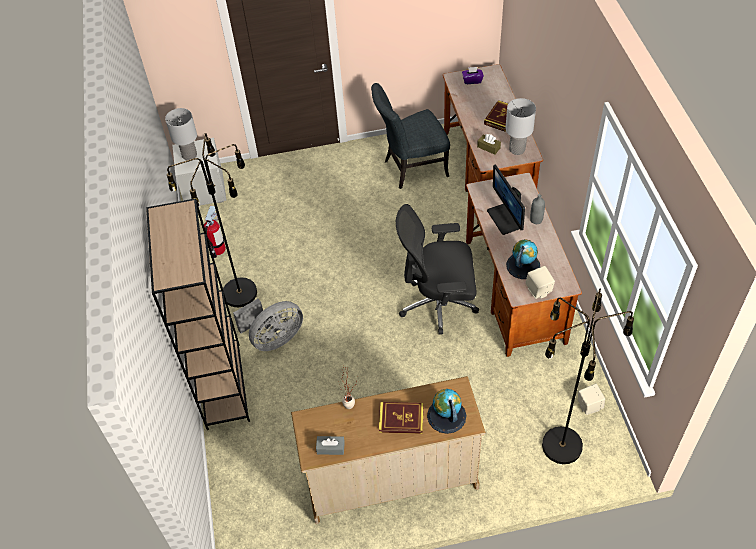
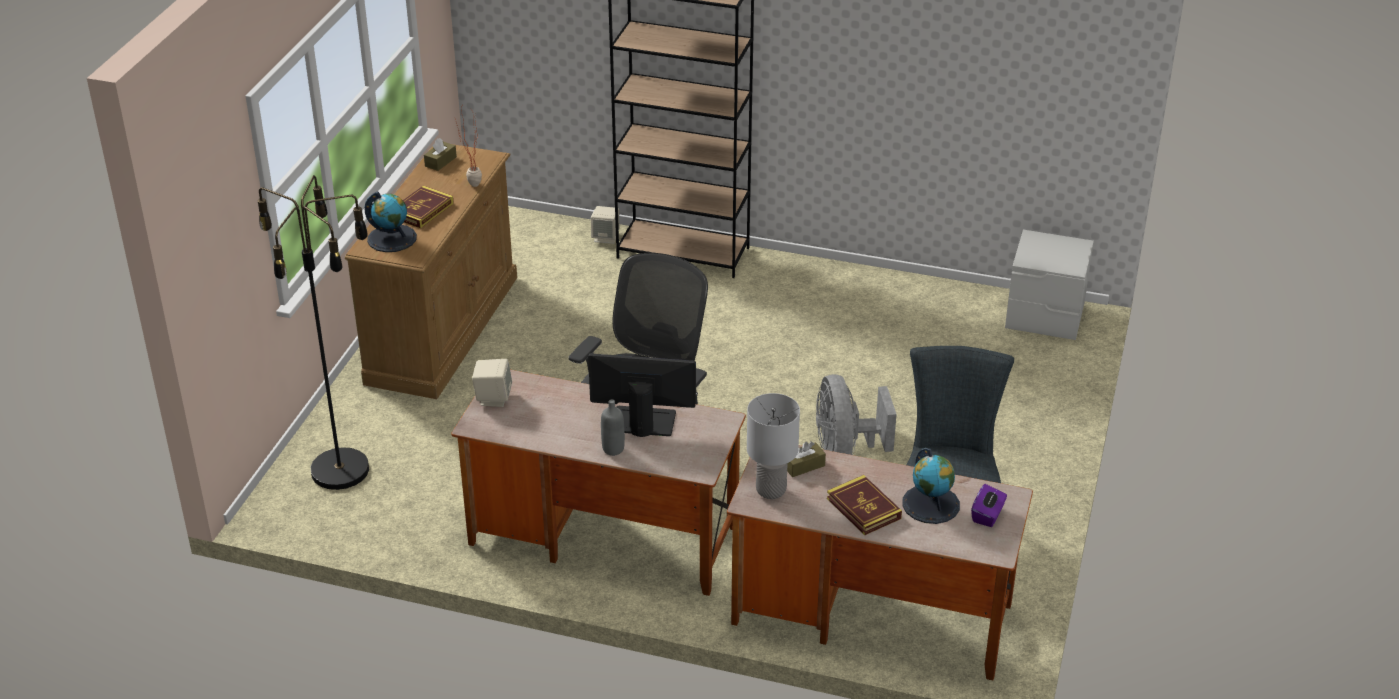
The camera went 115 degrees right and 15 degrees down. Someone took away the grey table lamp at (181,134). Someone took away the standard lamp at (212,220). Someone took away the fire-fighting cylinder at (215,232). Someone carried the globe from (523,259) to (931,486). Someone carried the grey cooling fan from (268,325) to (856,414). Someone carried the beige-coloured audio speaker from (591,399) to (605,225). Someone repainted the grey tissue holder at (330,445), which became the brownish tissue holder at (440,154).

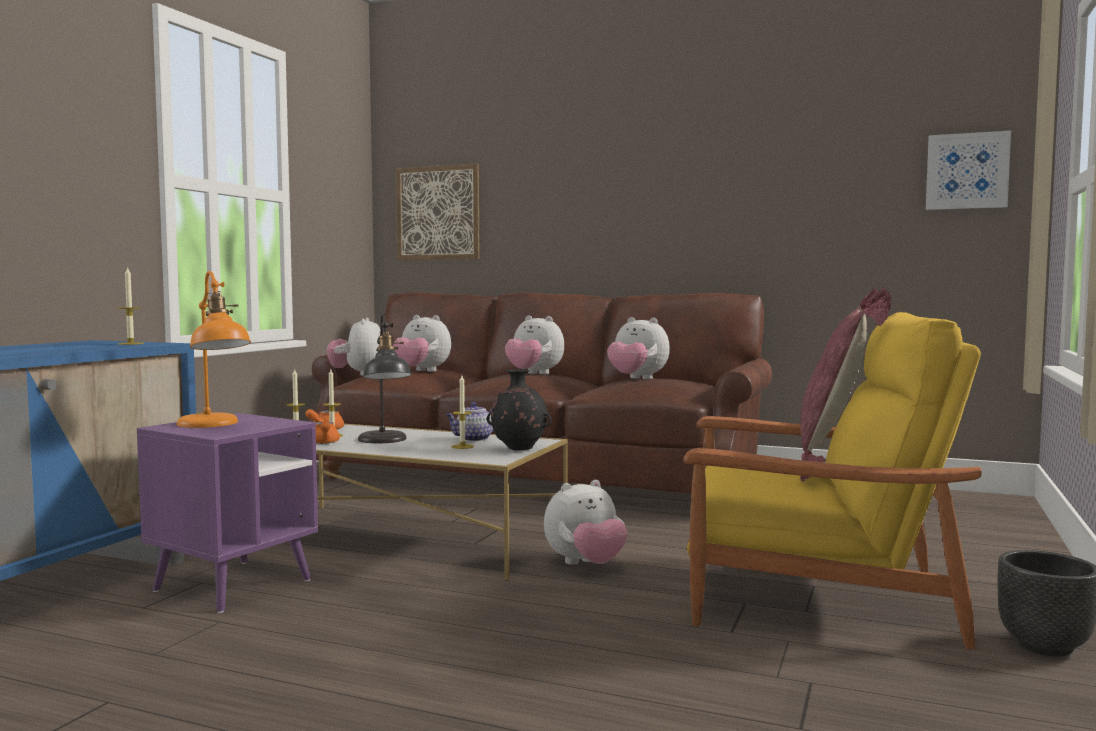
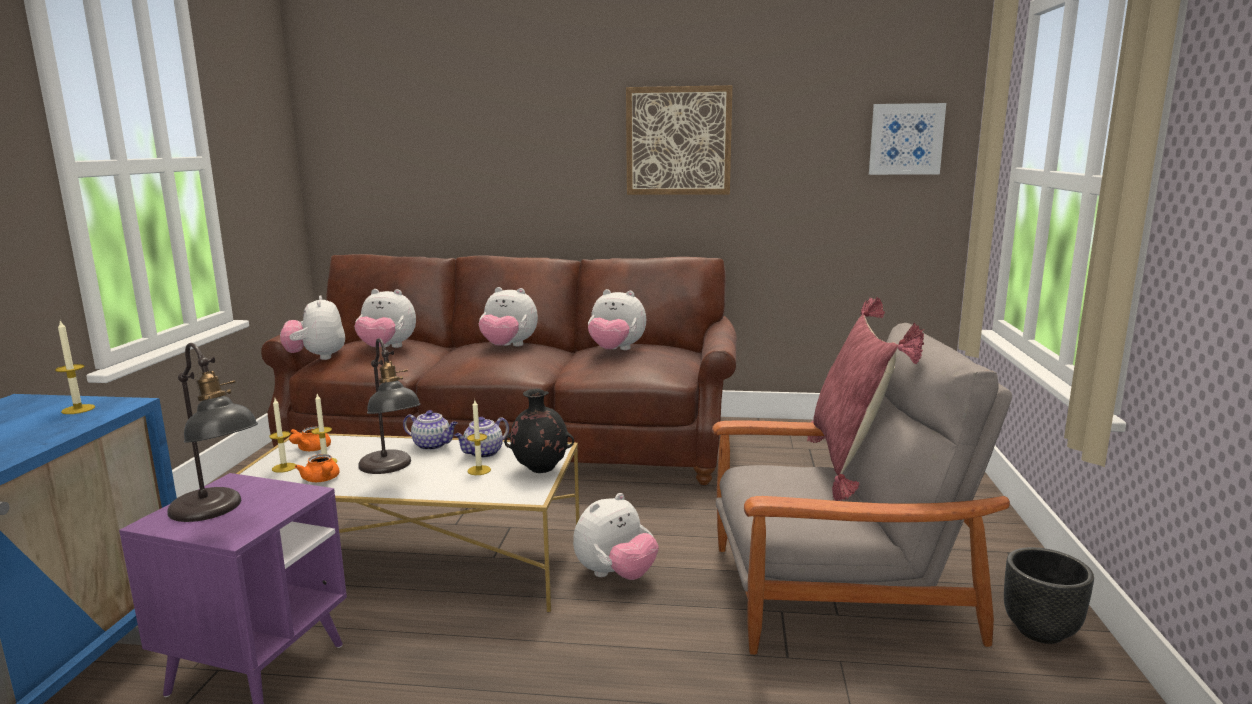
The camera went 15 degrees left and 10 degrees up. Someone carried the wall picture from (437,212) to (679,140). Someone repainted the orange-coloured table lamp at (214,349), which became the grey table lamp at (212,432). Someone repainted the yellowish easy chair at (832,480), which became the grey easy chair at (862,489). Someone put down the pot for tea at (430,430).

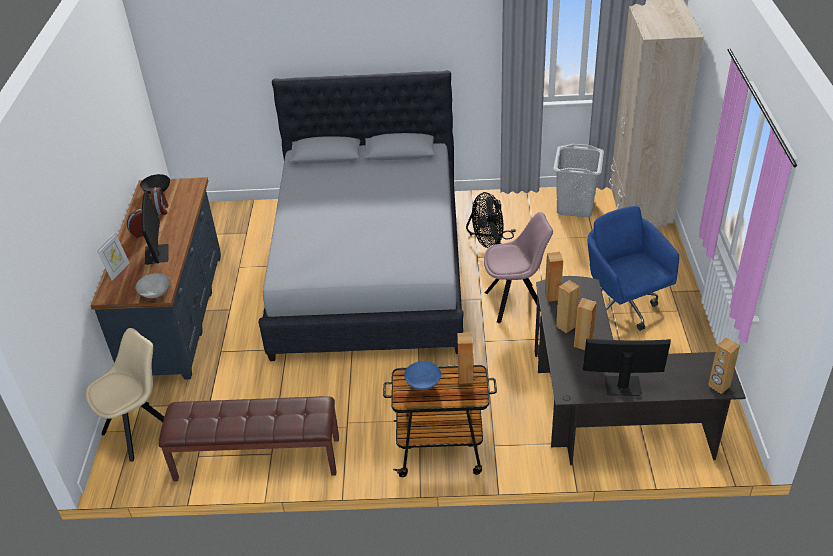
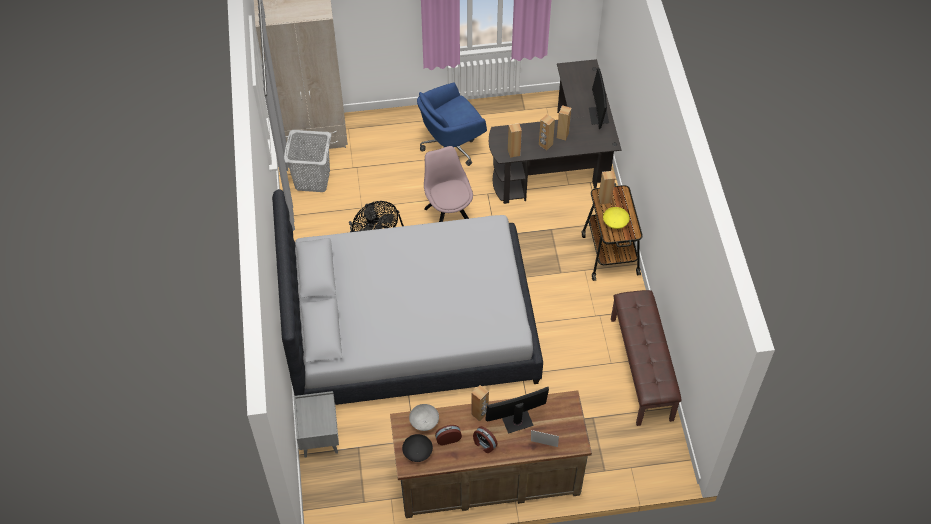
The camera went 100 degrees left and 15 degrees up. Someone carried the grey serving bowl from (152,285) to (424,417). Someone took away the beige-coloured plain chair at (125,395). Someone carried the brownish audio speaker from (724,365) to (480,403). Someone repainted the bluish serving bowl at (422,375), which became the yellowish serving bowl at (616,218). Someone put down the grey bedside table at (316,424).

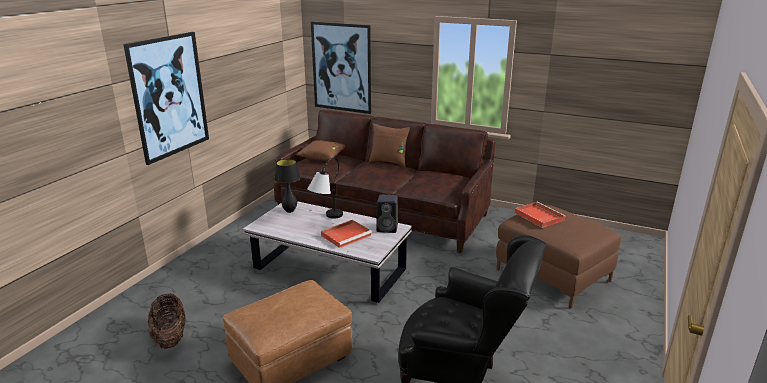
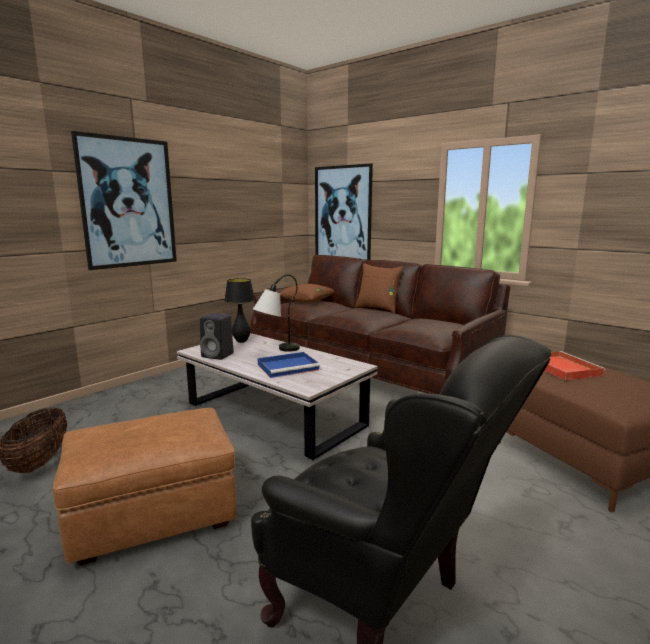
The camera went 15 degrees right and 10 degrees down. Someone carried the blackish audio speaker from (387,213) to (217,336). Someone repainted the reddish tray at (346,234), which became the bluish tray at (289,365).

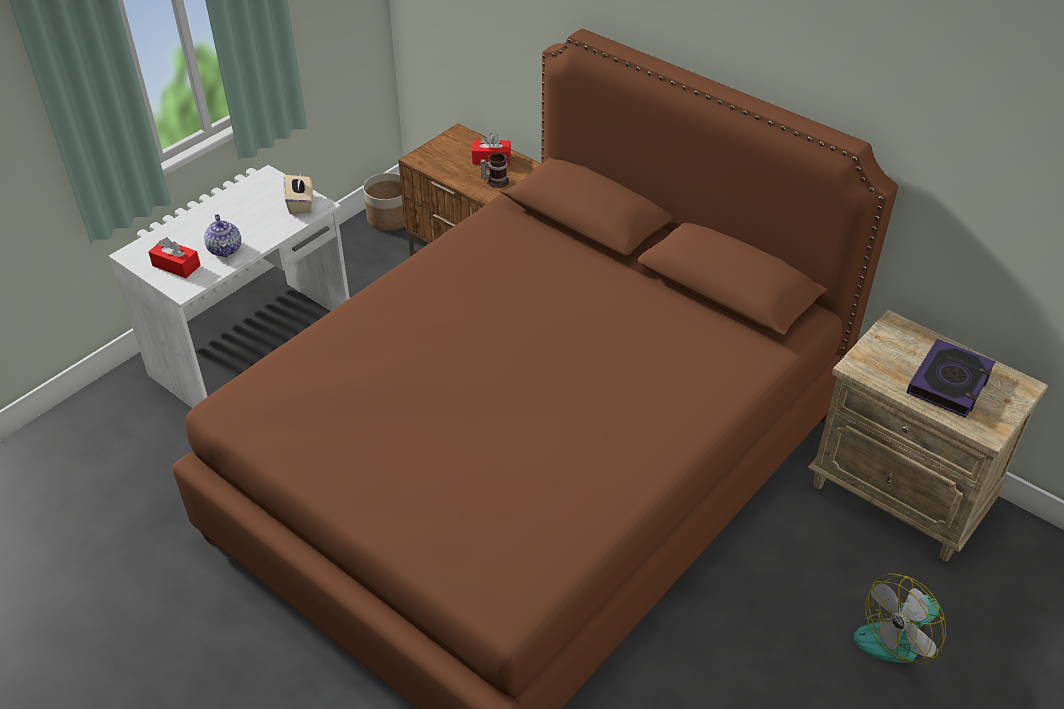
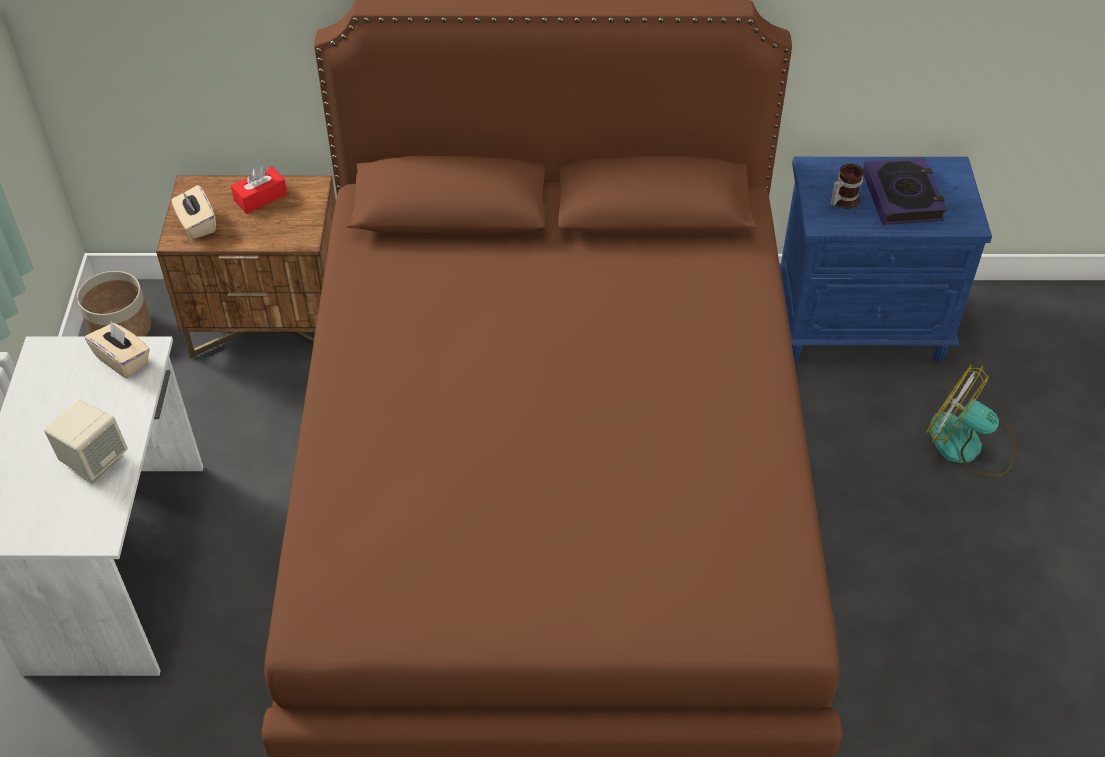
The camera went 40 degrees left and 5 degrees up. Someone carried the mug from (495,170) to (847,186). Someone swapped the pot for tea at (222,235) for the beige-coloured audio speaker at (86,442). Someone took away the reddish tissue holder at (174,258). Someone repainted the beige-coloured bedside table at (927,435), which became the bluish bedside table at (885,259). Someone rotated the cooling fan at (899,618) by 105 degrees clockwise. Someone put down the beige-coloured tissue holder at (194,212).

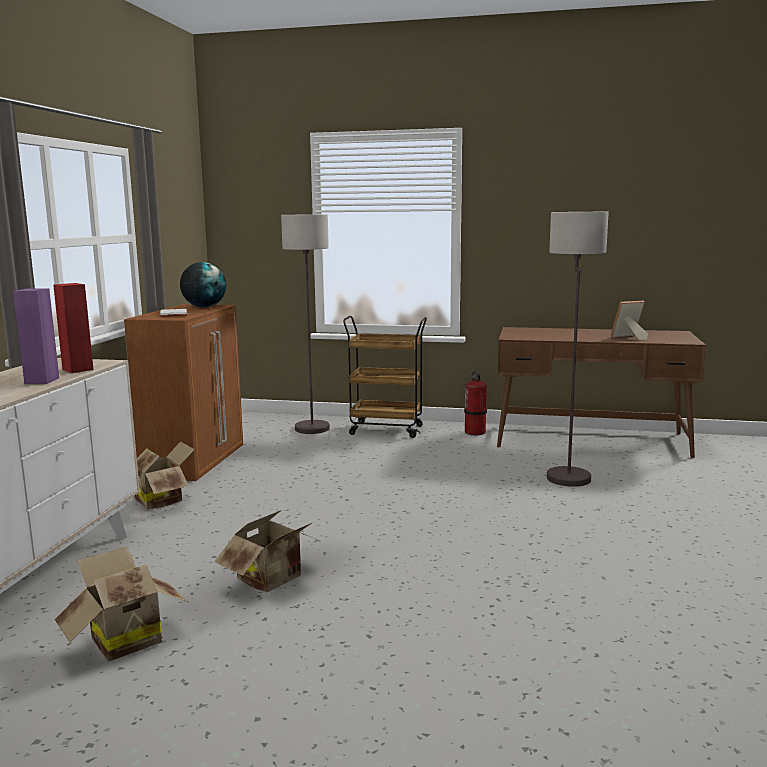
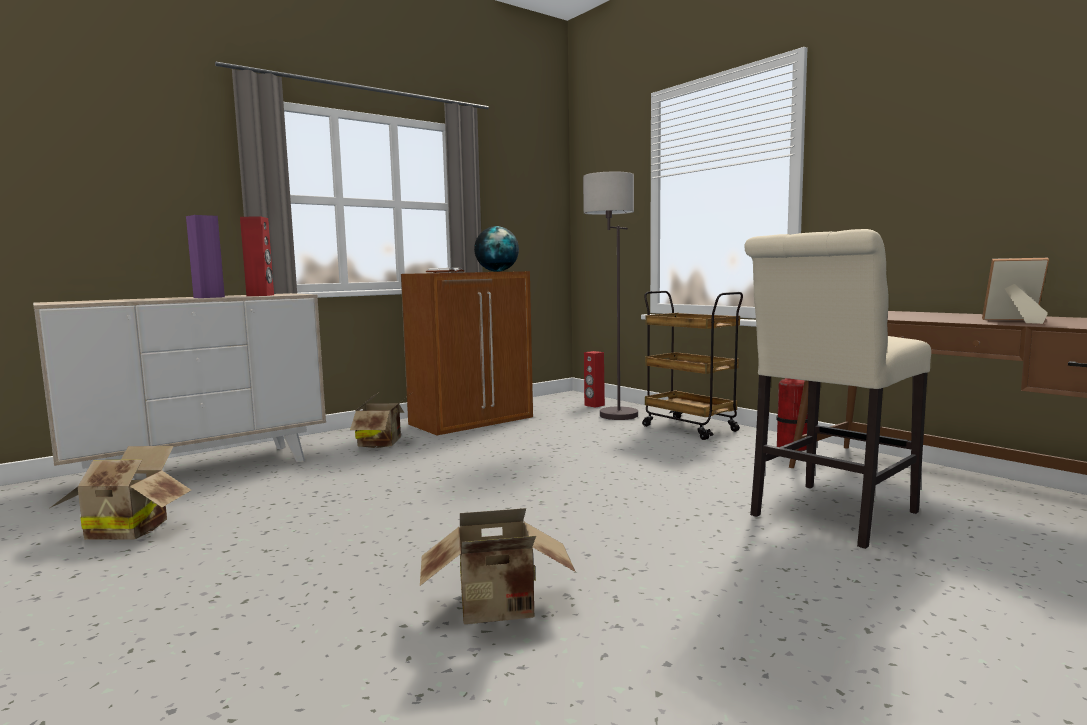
The camera went 40 degrees right and 5 degrees down. Someone swapped the grey standard lamp at (577,349) for the beige-coloured sitting stool at (837,389). Someone carried the packing box from (267,551) to (497,566). Someone put down the reddish audio speaker at (594,379).

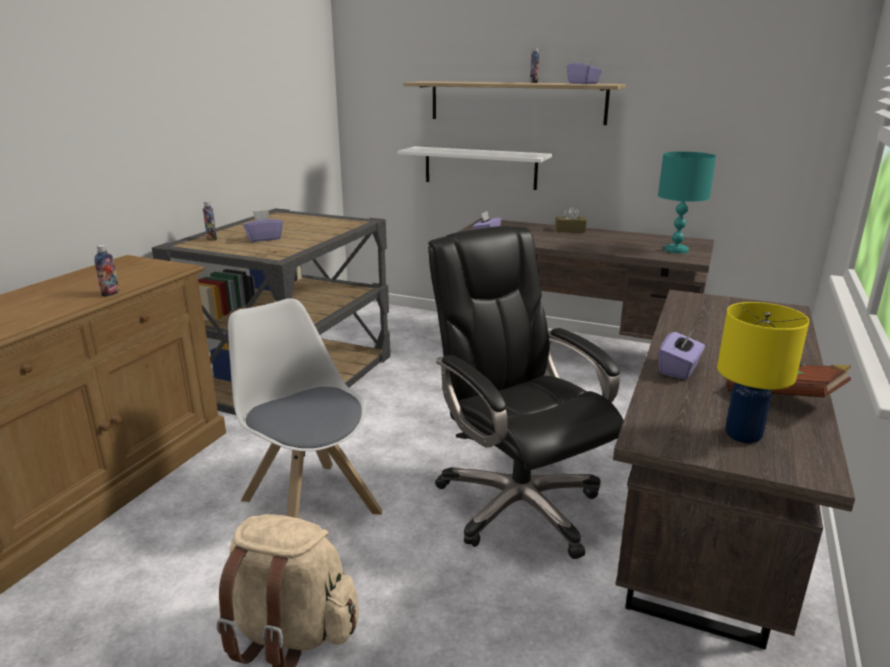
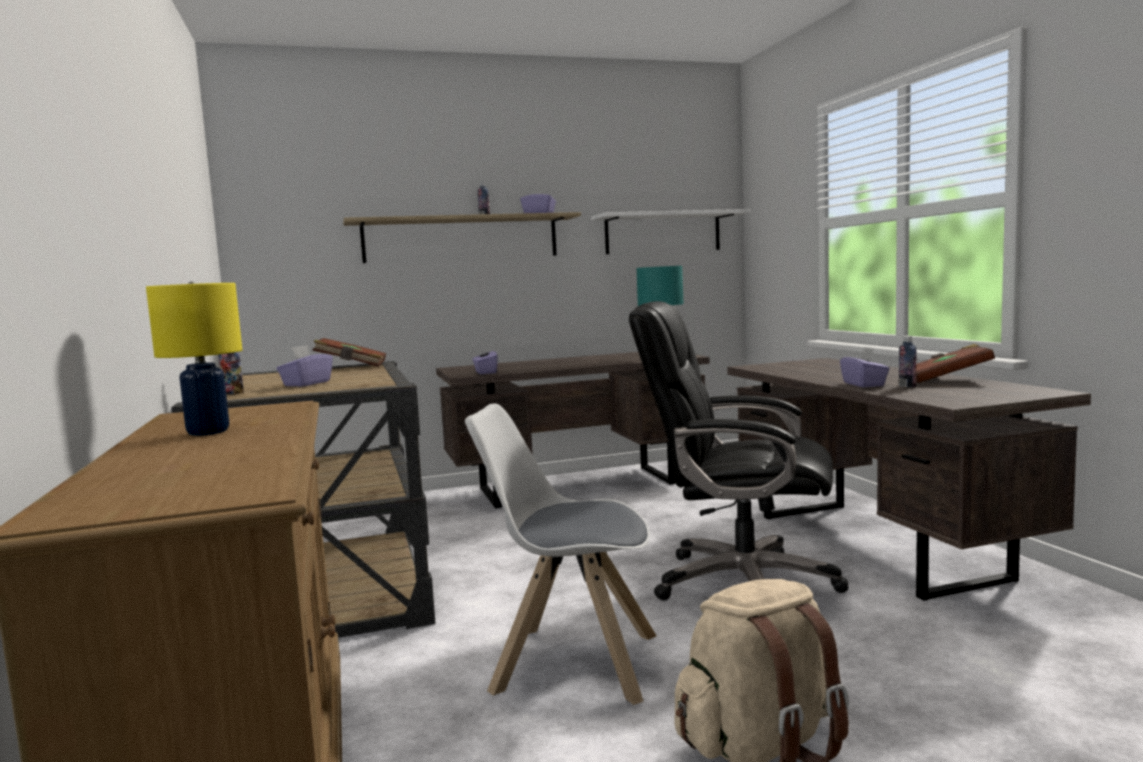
The camera went 40 degrees left and 15 degrees down. Someone carried the white bracket shelf from (475,168) to (671,231). Someone took away the brownish tissue holder at (570,220). Someone carried the beverage bottle from (106,270) to (907,362). Someone carried the yellowish table lamp from (763,373) to (194,358). Someone put down the brownish bound book at (349,352).

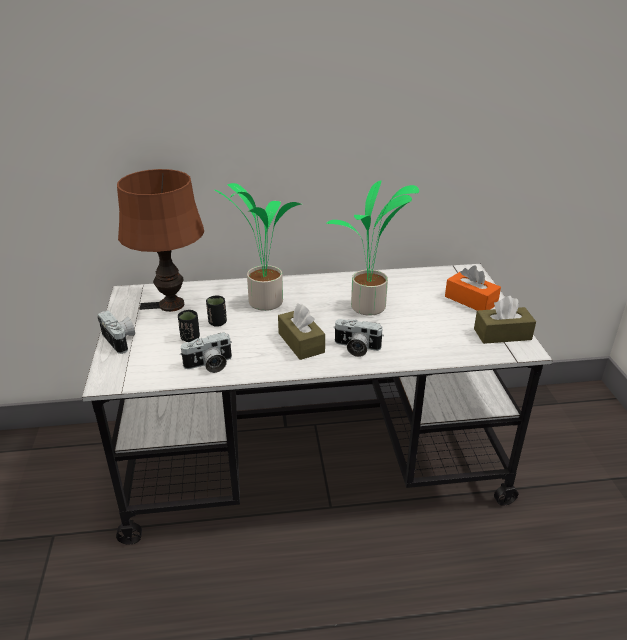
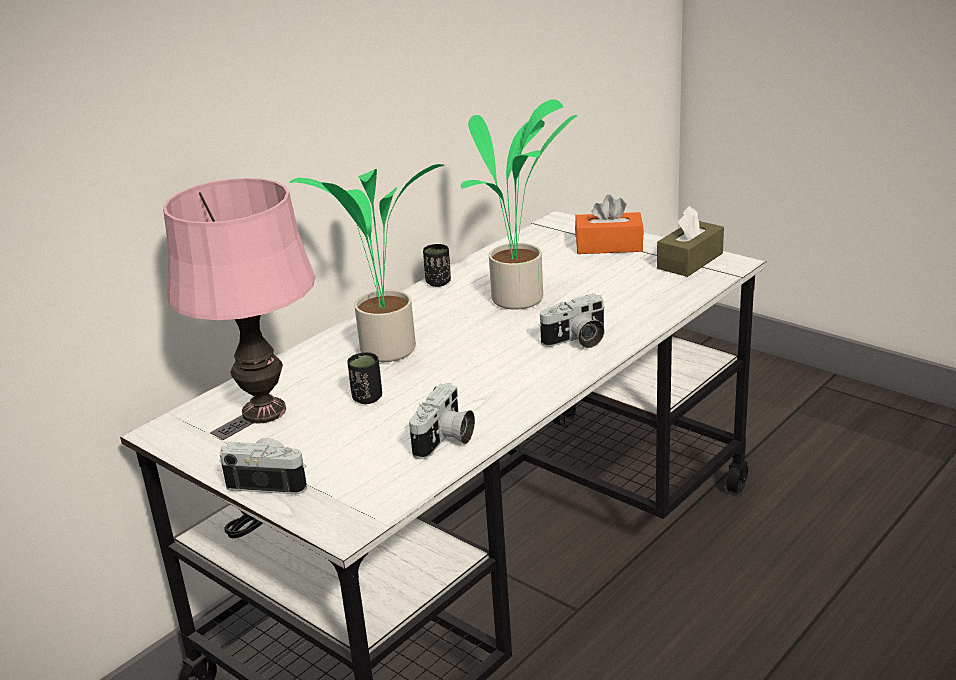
The camera went 40 degrees left and 5 degrees down. Someone repainted the brownish table lamp at (160,240), which became the pink table lamp at (239,300). Someone took away the brownish tissue holder at (301,332). Someone carried the blackish cup from (189,326) to (437,265).

